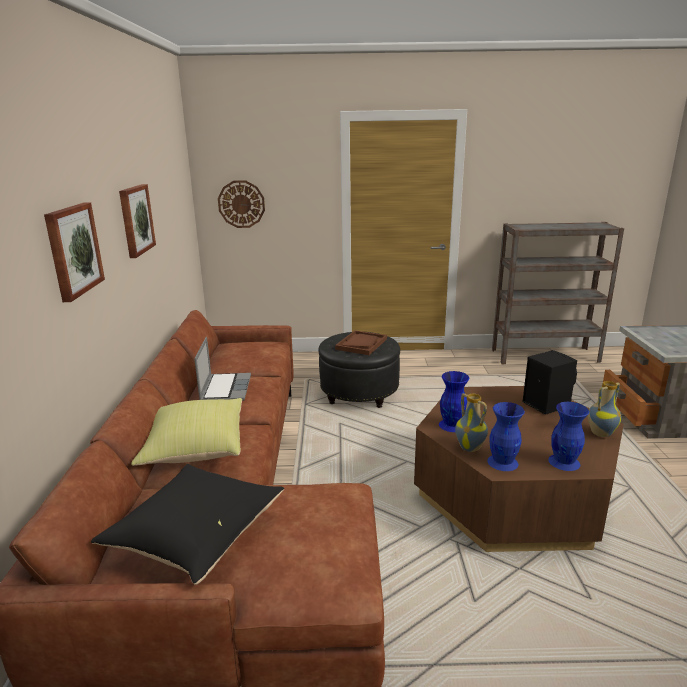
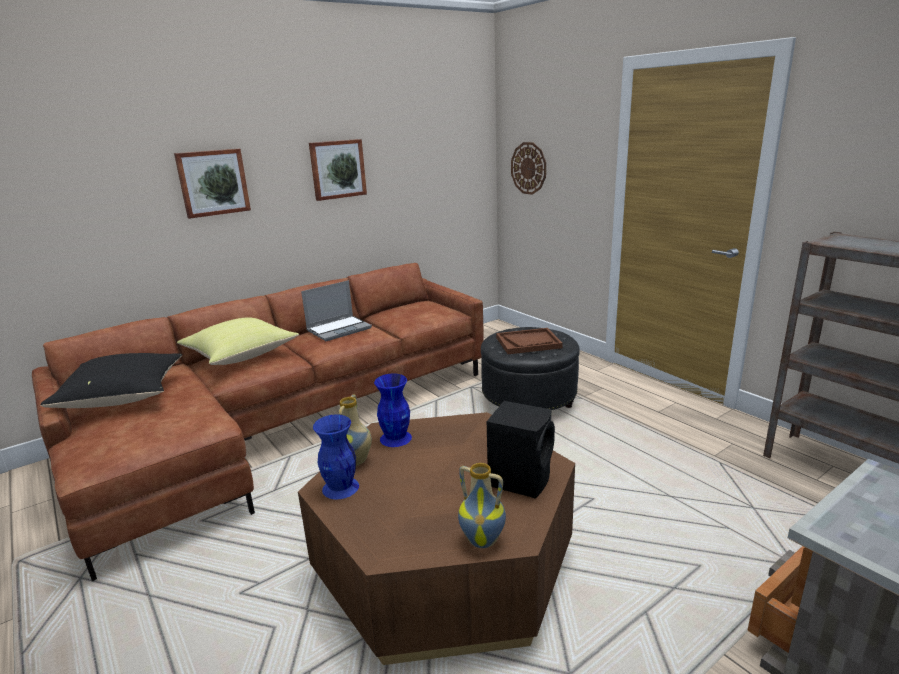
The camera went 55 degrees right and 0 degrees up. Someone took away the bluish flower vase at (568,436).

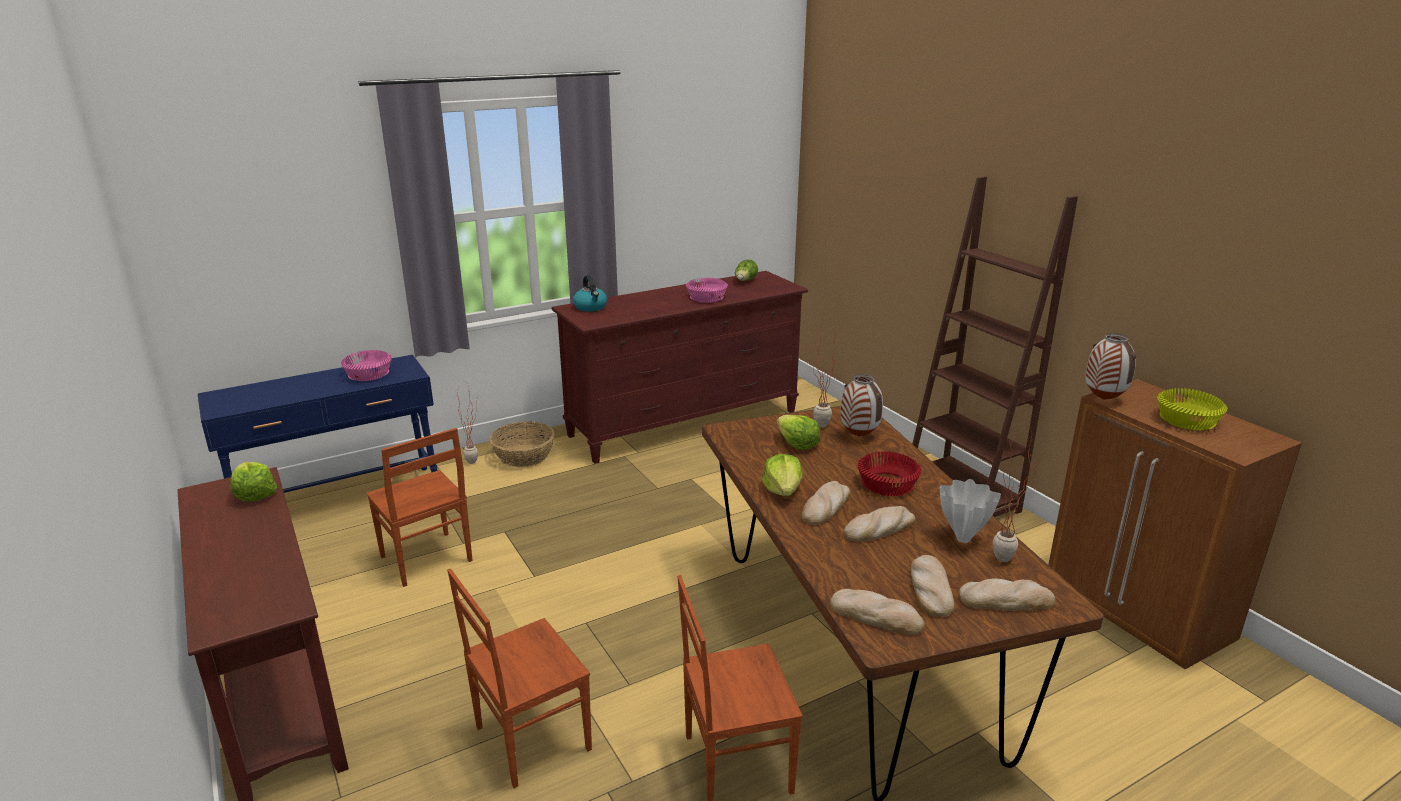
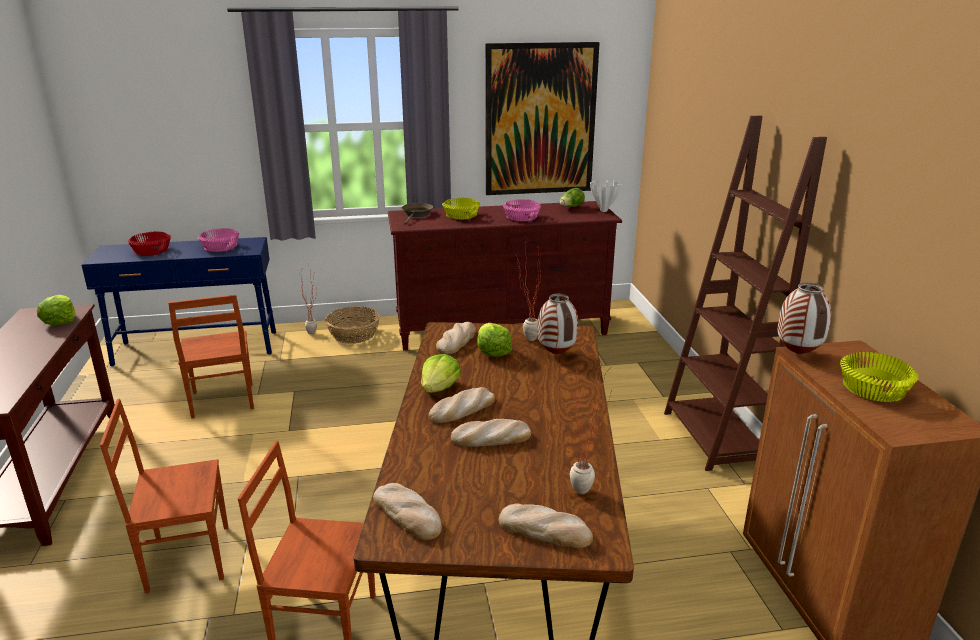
The camera went 20 degrees right and 0 degrees up. Someone swapped the tea kettle at (590,293) for the brownish pan at (417,214). Someone carried the reddish serving bowl from (890,473) to (149,244). Someone carried the white flower vase from (970,511) to (606,196). Someone carried the bakery bread from (932,586) to (456,338). Someone put up the wall picture at (542,118). Someone put down the yellowish serving bowl at (461,209).

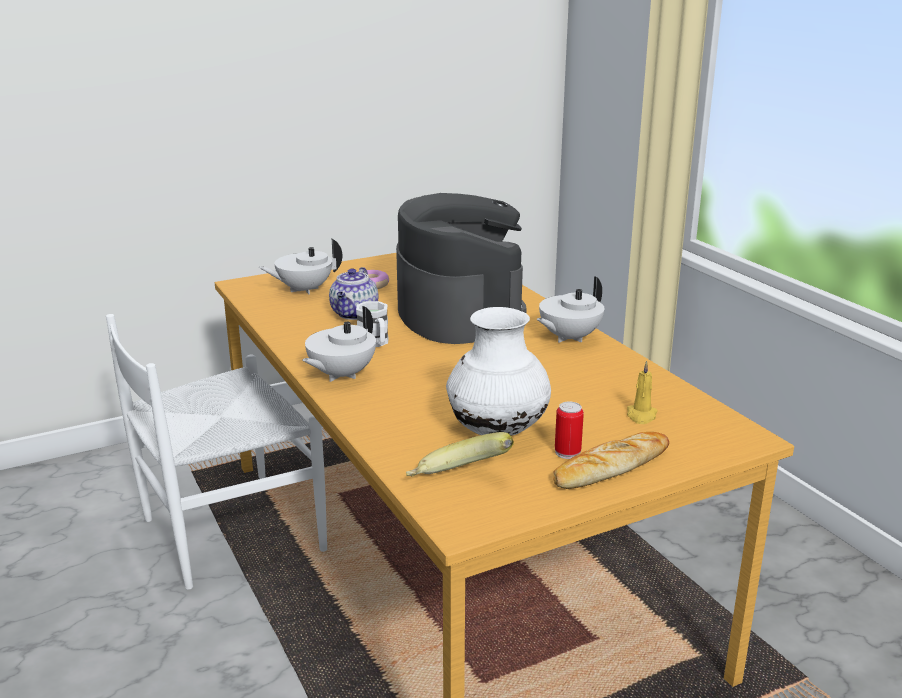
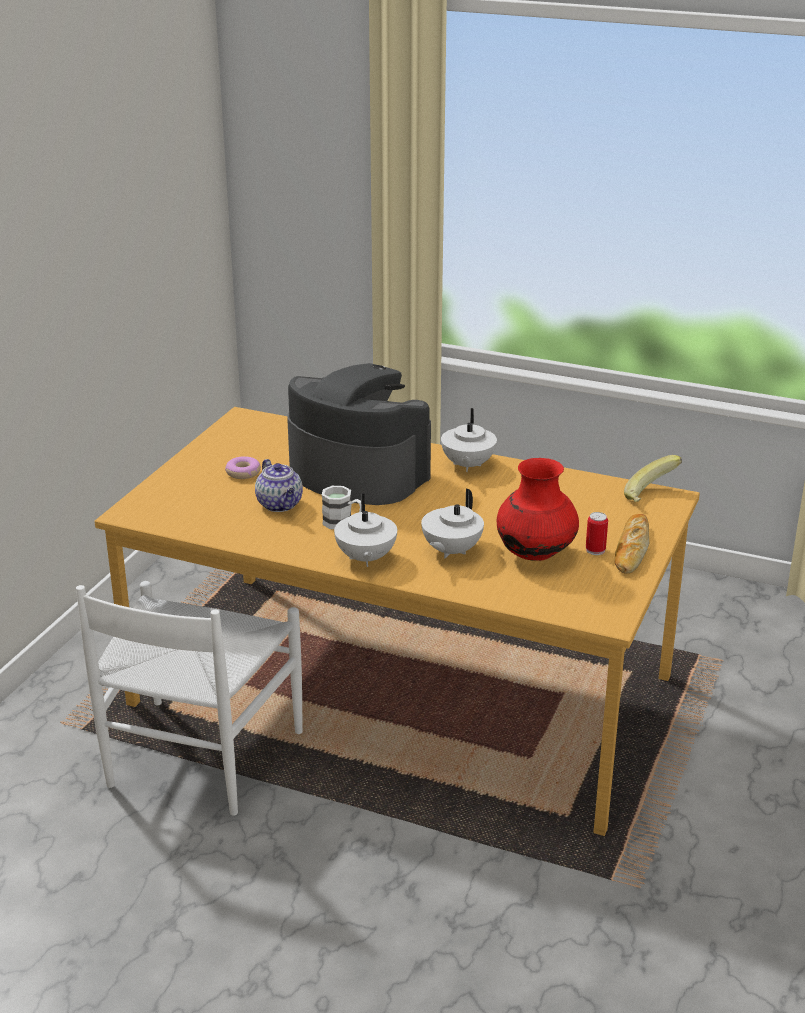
The camera went 40 degrees left and 5 degrees up. Someone carried the white pot for tea from (300,266) to (452,524). Someone repainted the white flower vase at (498,371), which became the reddish flower vase at (538,509). Someone took away the yellowish wax light at (642,392). Someone carried the banana fruit from (460,454) to (653,478).

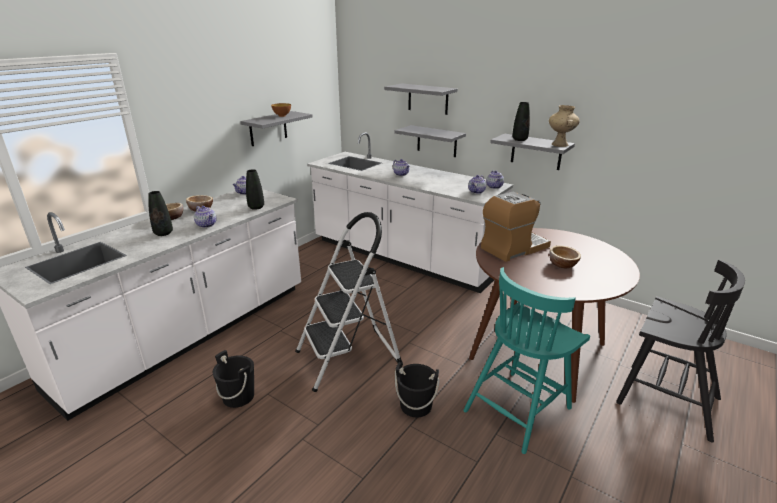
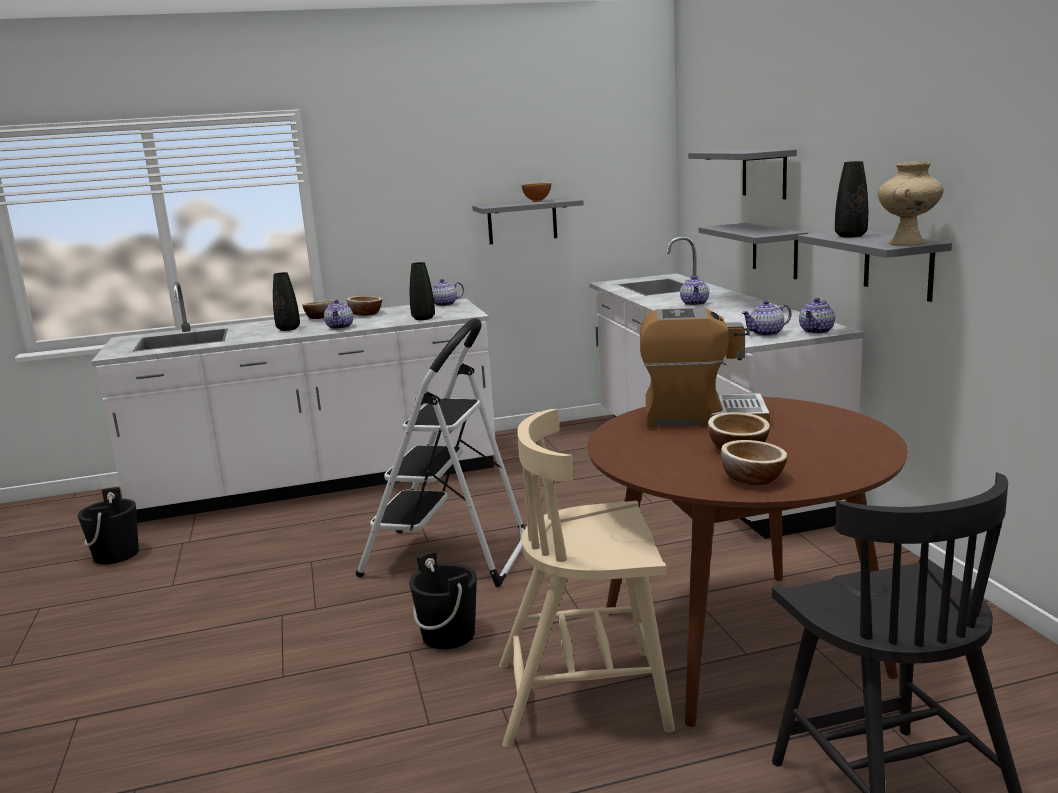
The camera went 40 degrees right and 10 degrees down. Someone repainted the turquoise plain chair at (526,360), which became the beige-coloured plain chair at (587,578). Someone carried the blackish pail from (233,379) to (108,525). Someone put down the serving bowl at (754,462).

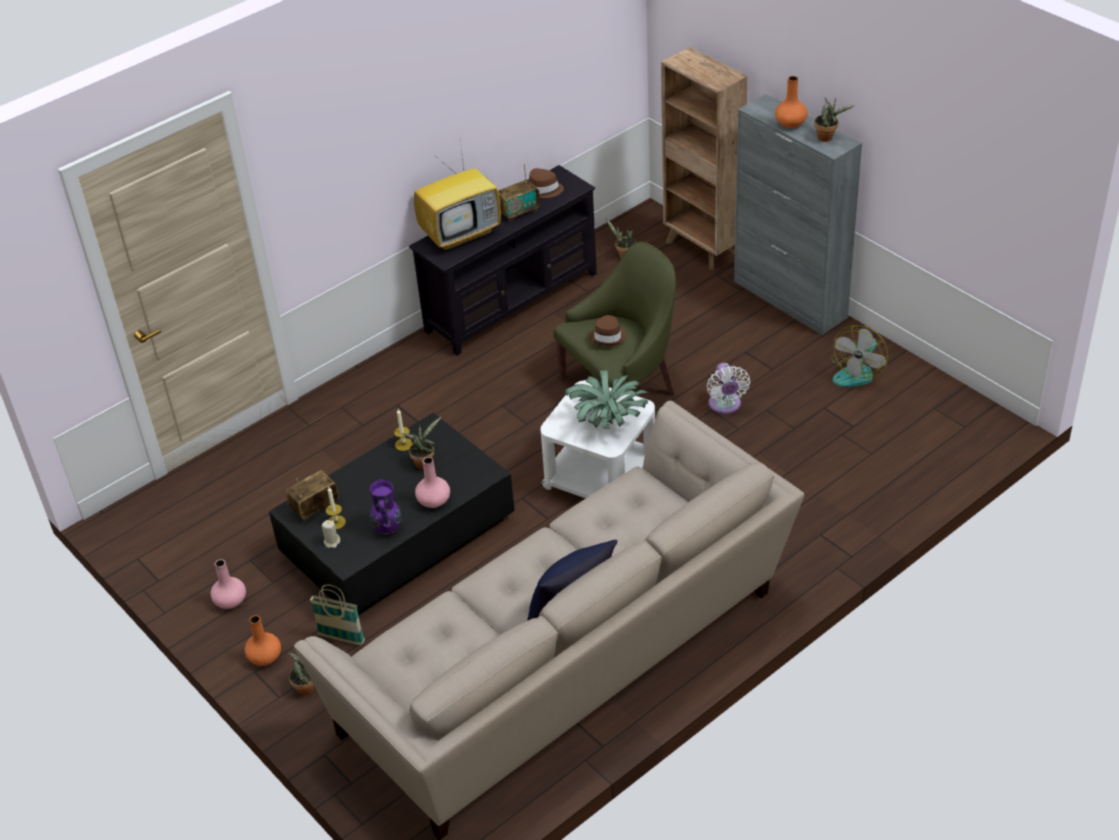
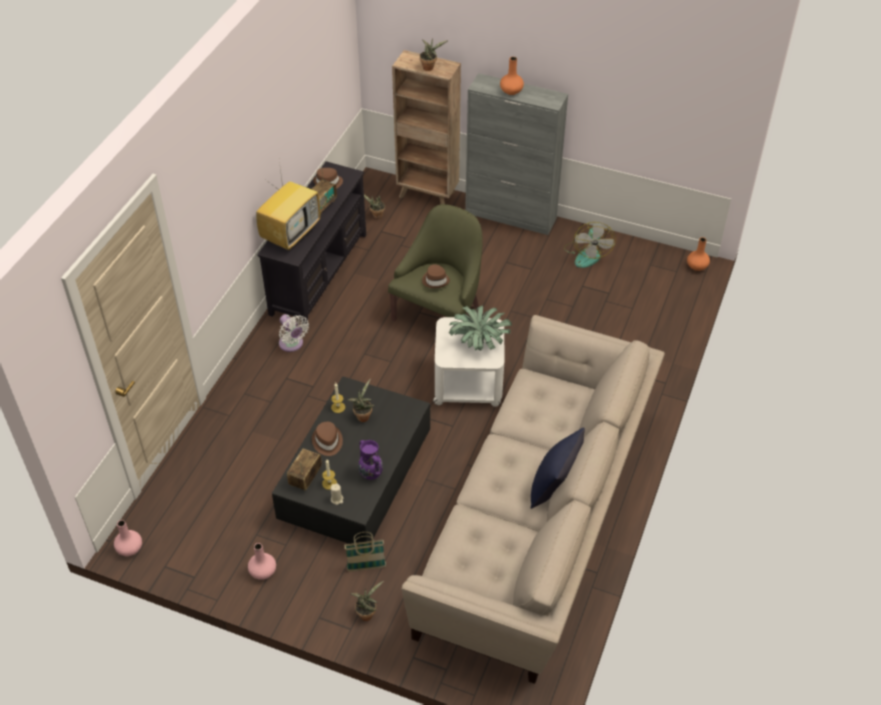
The camera went 30 degrees left and 5 degrees up. Someone carried the plant in a pot from (834,120) to (434,54). Someone carried the white cooling fan from (728,388) to (294,333). Someone carried the pink flower vase from (432,482) to (128,538). Someone carried the orange-coloured flower vase from (263,640) to (698,254). Someone put down the brownish hat at (327,439).

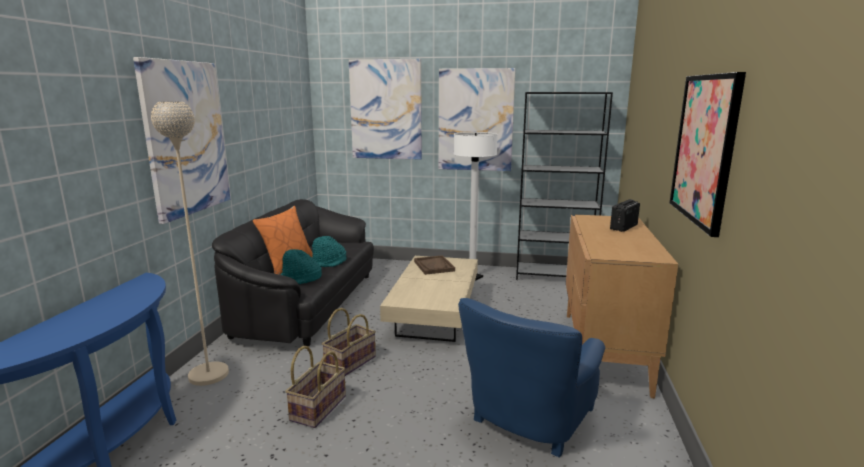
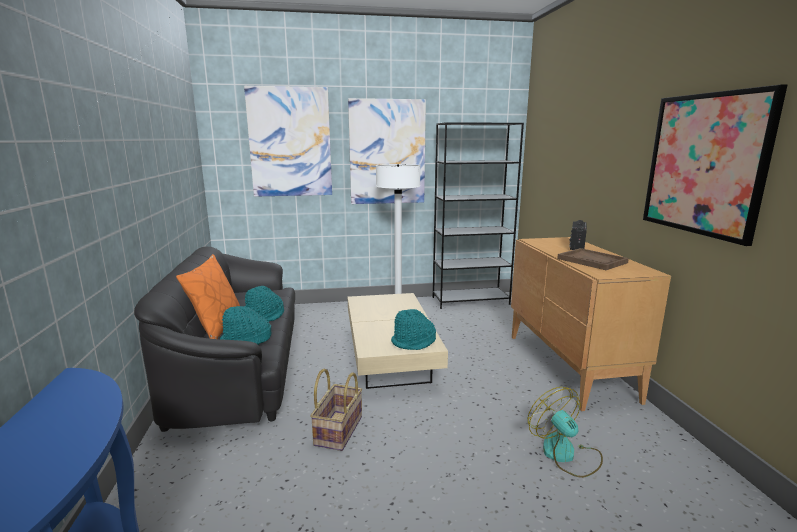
The camera went 20 degrees left and 0 degrees up. Someone took away the wall picture at (181,140). Someone took away the beige-coloured standard lamp at (190,244). Someone carried the brownish tray from (434,265) to (593,259). Someone swapped the bluish easy chair at (531,378) for the cooling fan at (565,432). Someone took away the storage basket at (315,387). Someone put down the turquoise hat at (413,329).

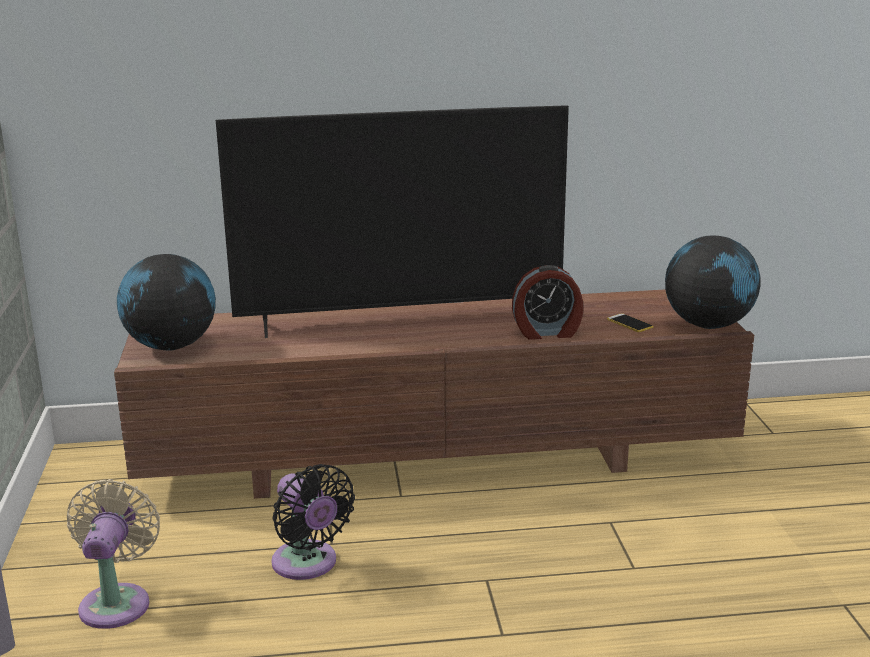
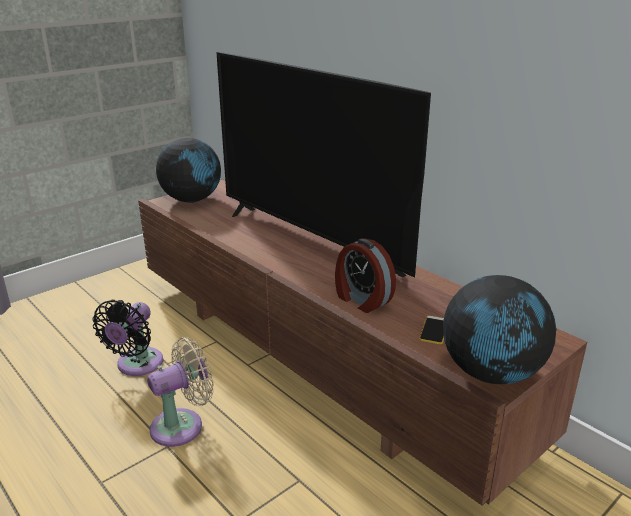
The camera went 55 degrees right and 5 degrees up. Someone carried the beige-coloured cooling fan from (113,554) to (180,392).

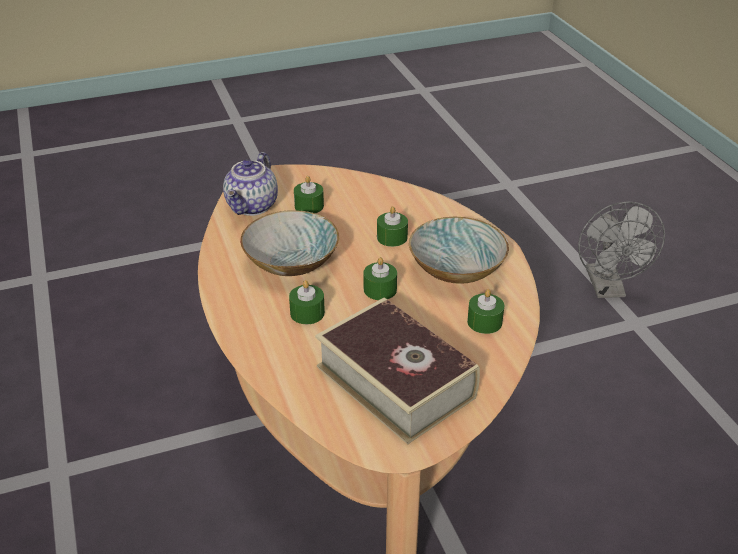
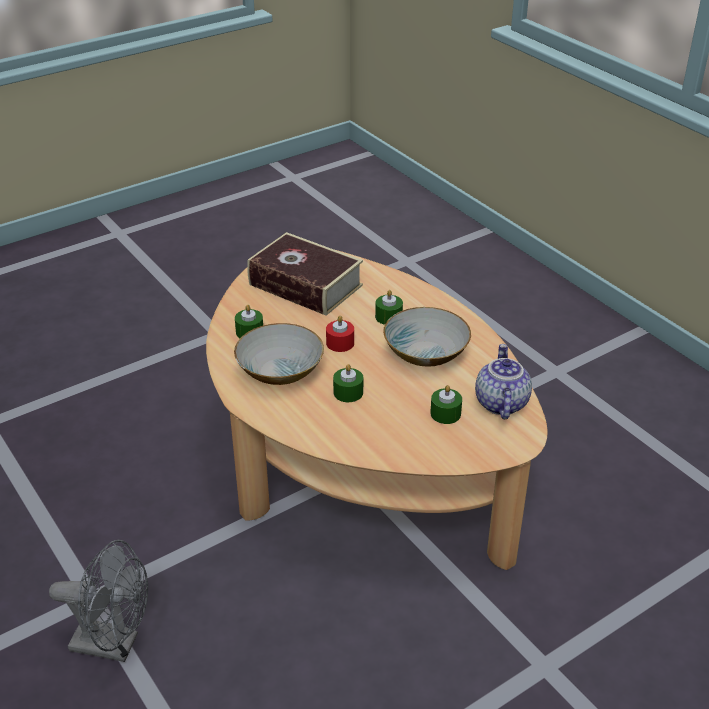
The camera went 165 degrees right and 0 degrees up. Someone rotated the grey cooling fan at (621,249) by 120 degrees clockwise. Someone repainted the greenish wax light at (380,278), which became the reddish wax light at (340,334).

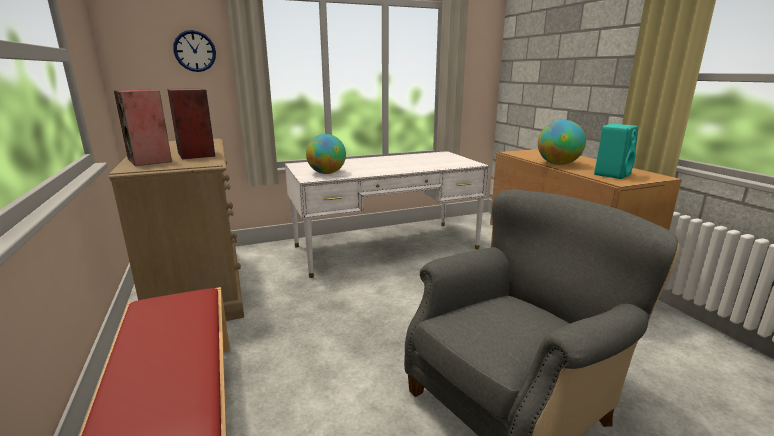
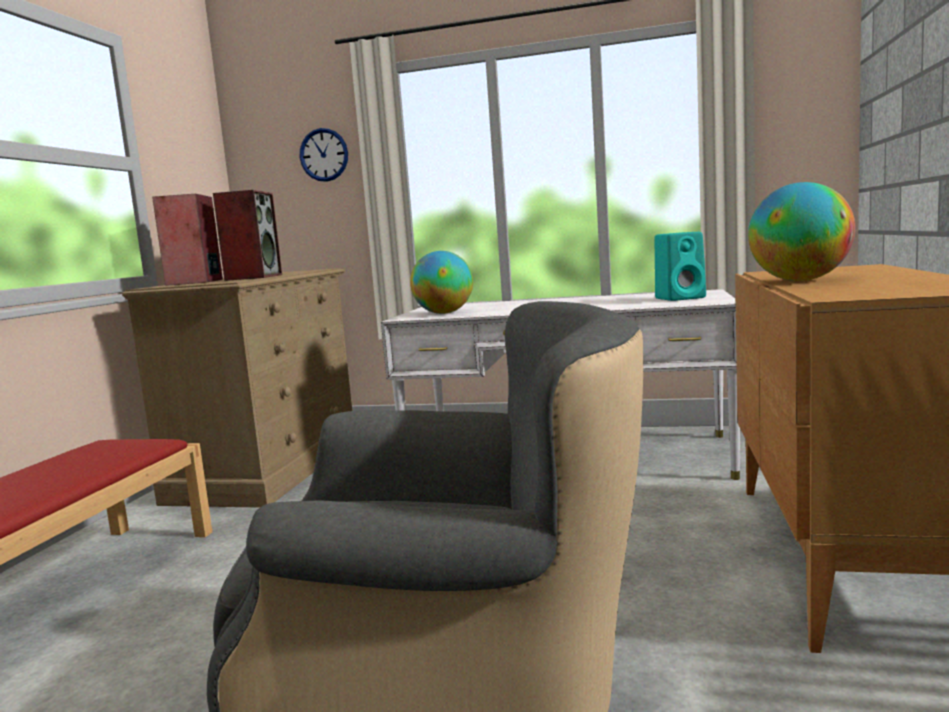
The camera went 35 degrees right and 10 degrees down. Someone carried the turquoise audio speaker from (616,151) to (680,266).

